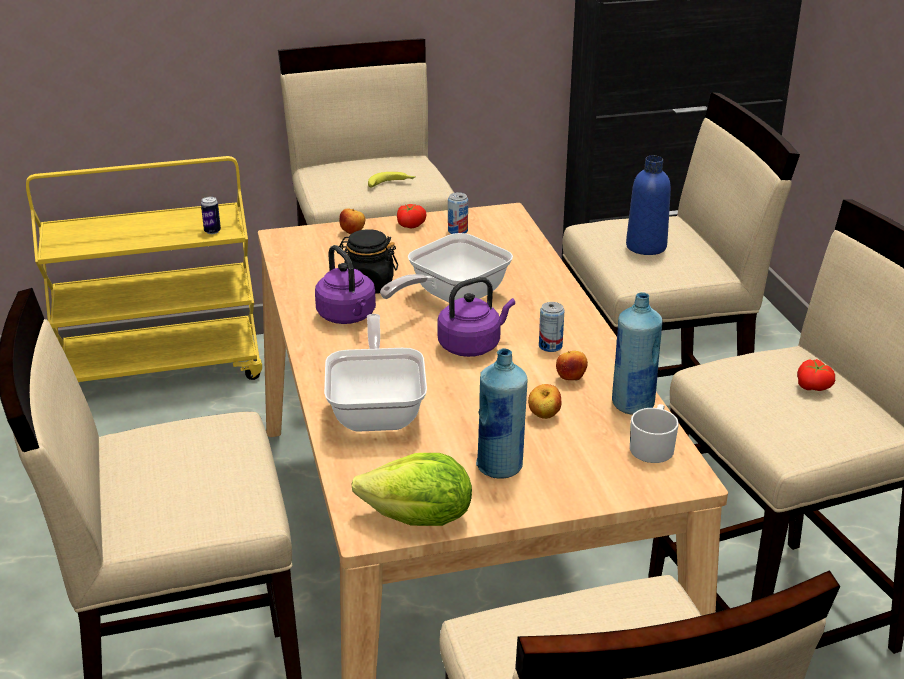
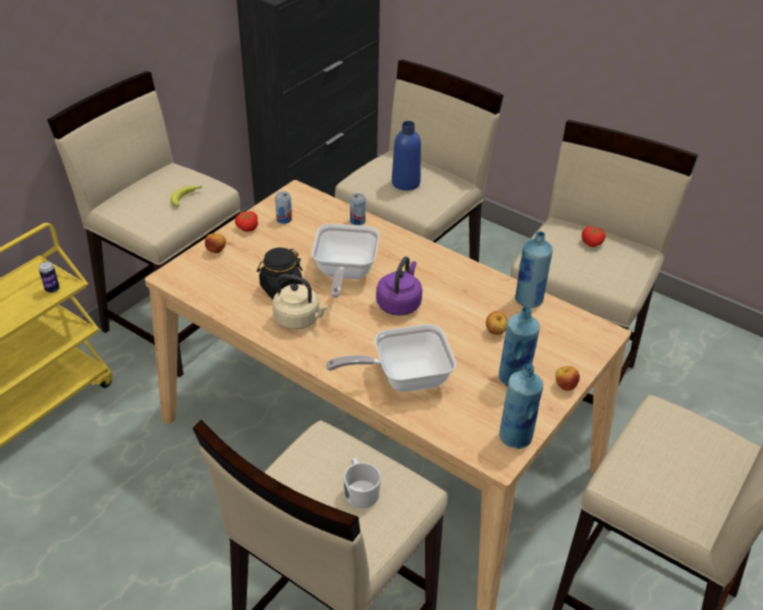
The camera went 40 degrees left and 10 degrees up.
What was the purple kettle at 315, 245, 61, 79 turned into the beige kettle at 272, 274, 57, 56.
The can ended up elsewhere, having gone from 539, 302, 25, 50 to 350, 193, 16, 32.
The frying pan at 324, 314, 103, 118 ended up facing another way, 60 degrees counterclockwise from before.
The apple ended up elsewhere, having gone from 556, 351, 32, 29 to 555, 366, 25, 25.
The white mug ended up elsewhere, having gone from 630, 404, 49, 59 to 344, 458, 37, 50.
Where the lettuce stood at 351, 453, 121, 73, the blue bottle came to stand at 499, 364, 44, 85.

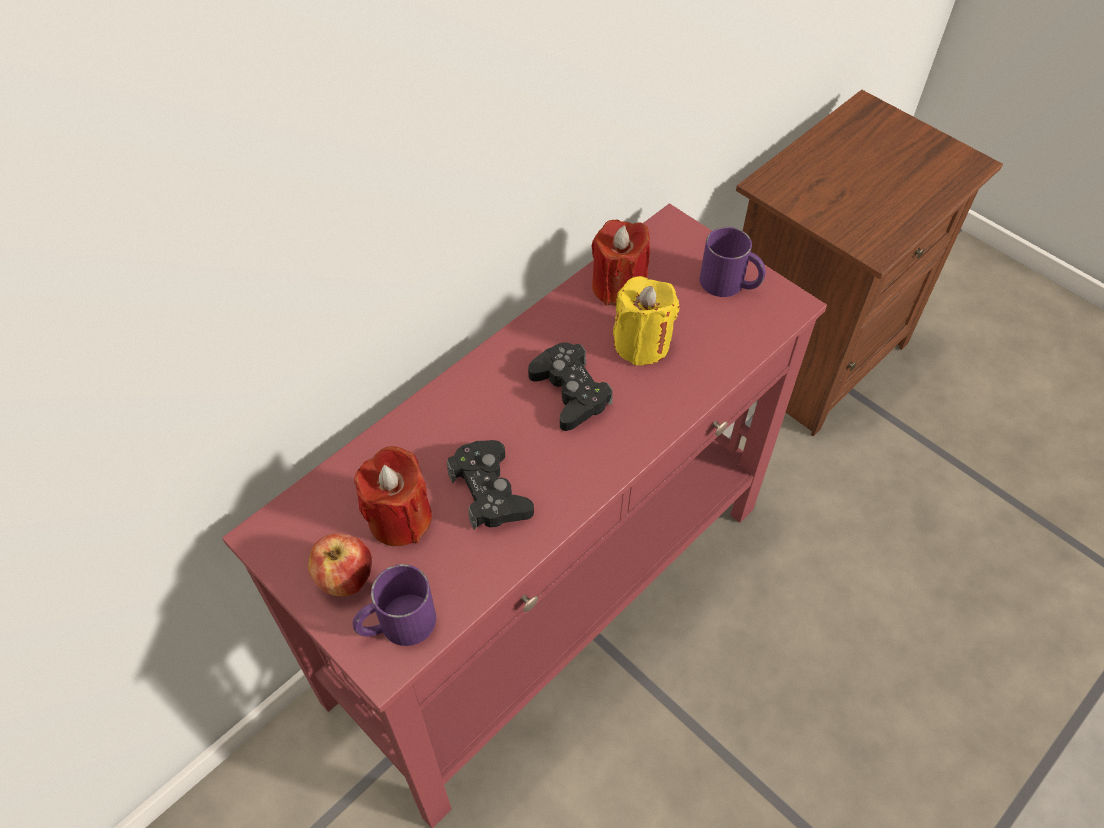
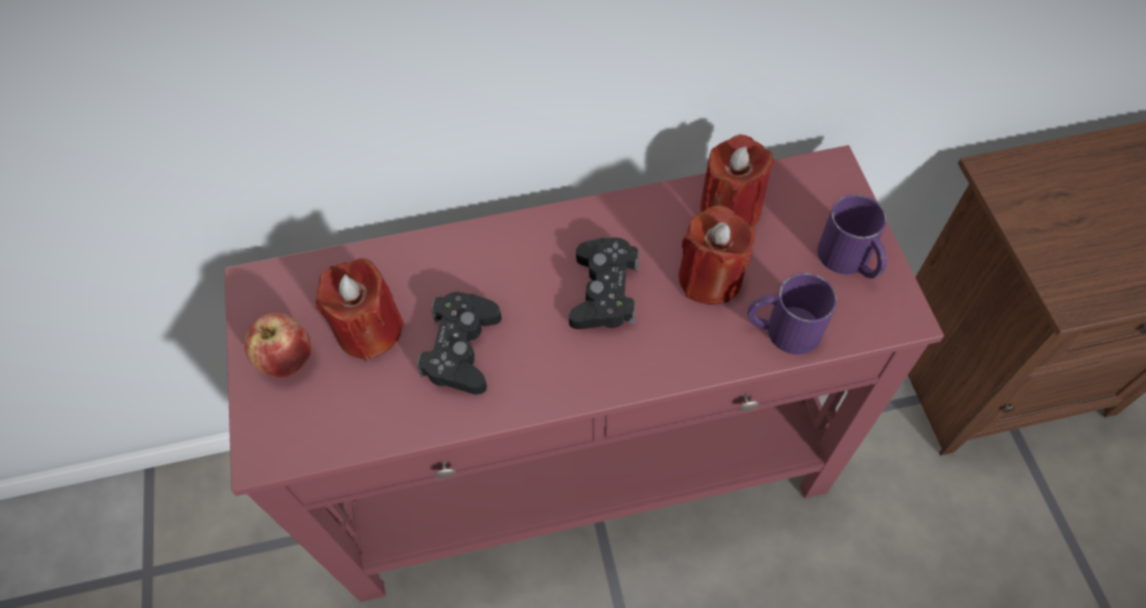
The camera went 35 degrees right and 5 degrees up.
What was the yellow candle at 613, 276, 67, 90 turned into the red candle at 678, 206, 78, 99.
The purple mug ended up elsewhere, having gone from 353, 564, 83, 82 to 747, 273, 90, 82.

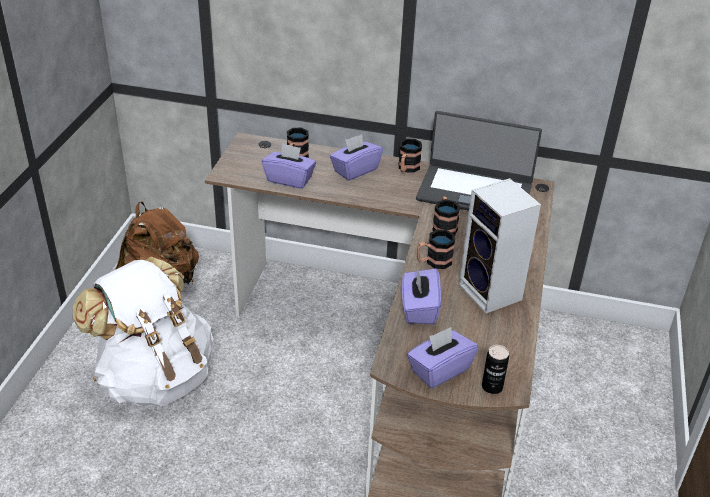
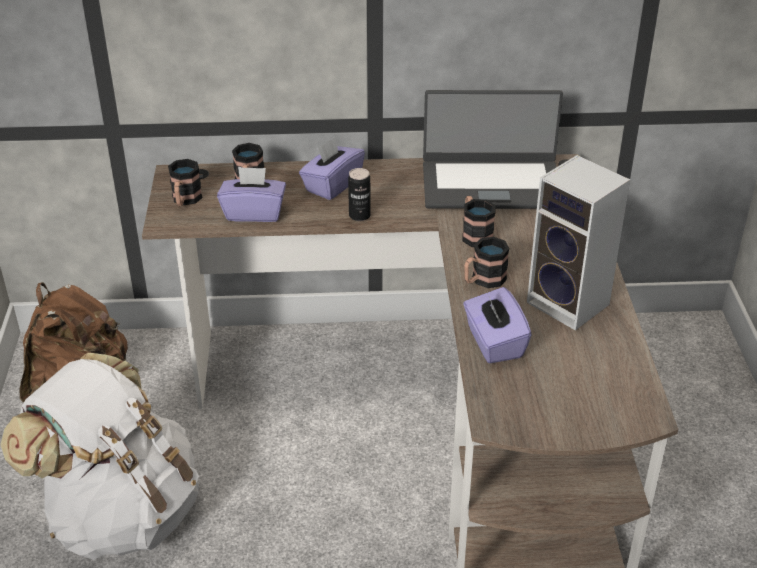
The camera went 15 degrees left and 0 degrees up.
The mug ended up elsewhere, having gone from 398, 139, 24, 34 to 168, 159, 34, 47.
The second view lost the purple tissue box at 407, 327, 71, 61.
The can ended up elsewhere, having gone from 482, 345, 27, 49 to 348, 168, 23, 53.

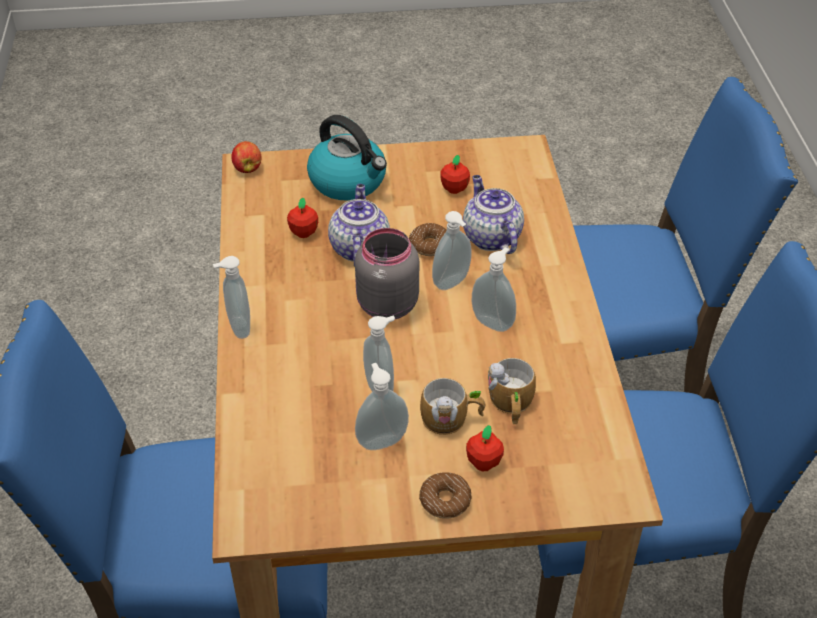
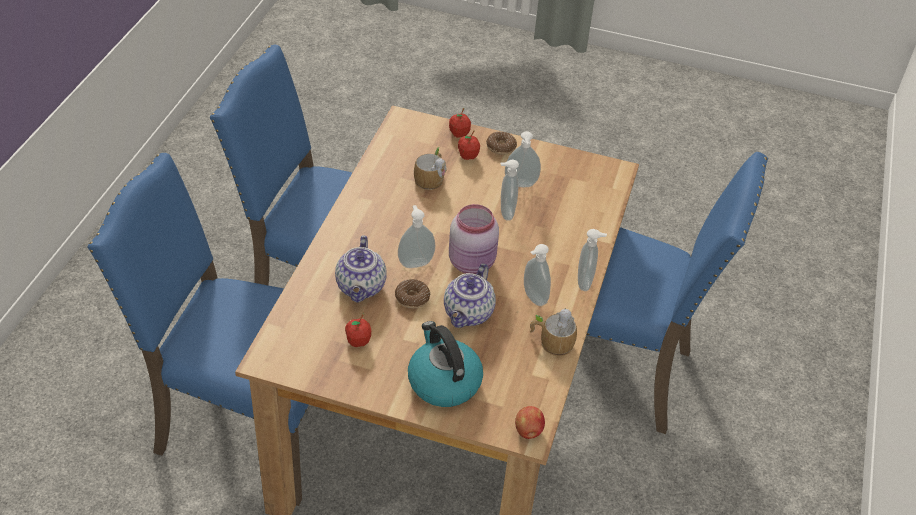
The camera went 160 degrees left and 0 degrees up.
The apple ended up elsewhere, having gone from 287, 198, 31, 40 to 449, 108, 22, 30.
What was the grey jar at 355, 228, 64, 91 turned into the pink jar at 449, 204, 50, 70.
The soap dispenser ended up elsewhere, having gone from 472, 247, 44, 85 to 524, 244, 27, 62.
The mug ended up elsewhere, having gone from 420, 378, 66, 57 to 530, 308, 47, 48.

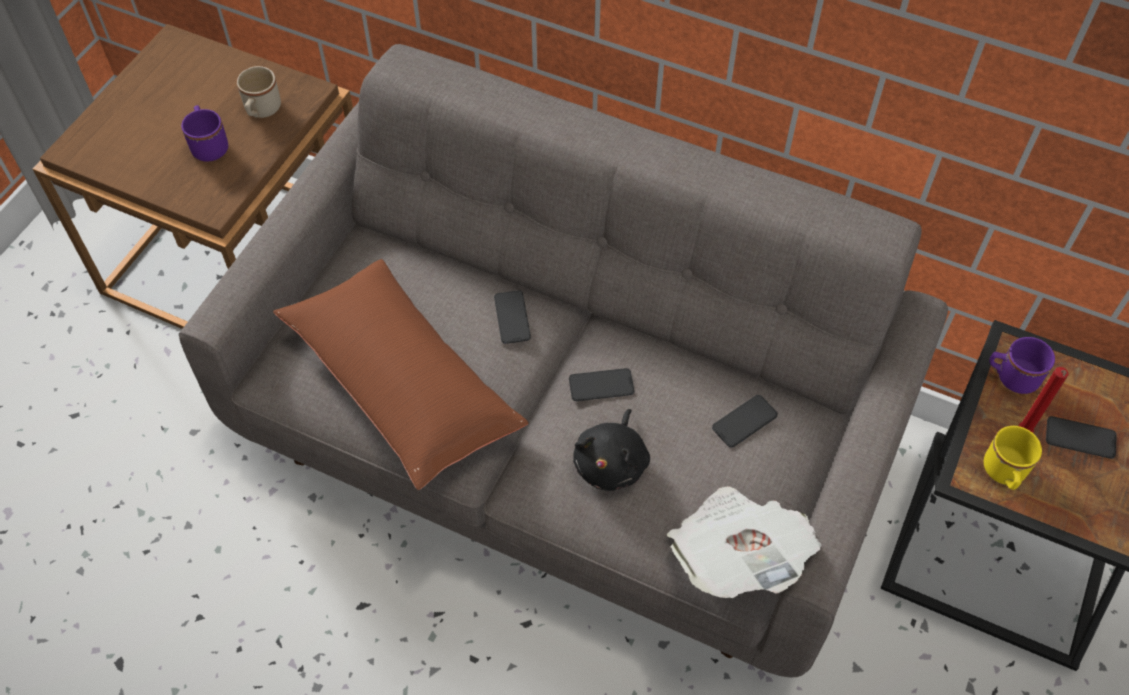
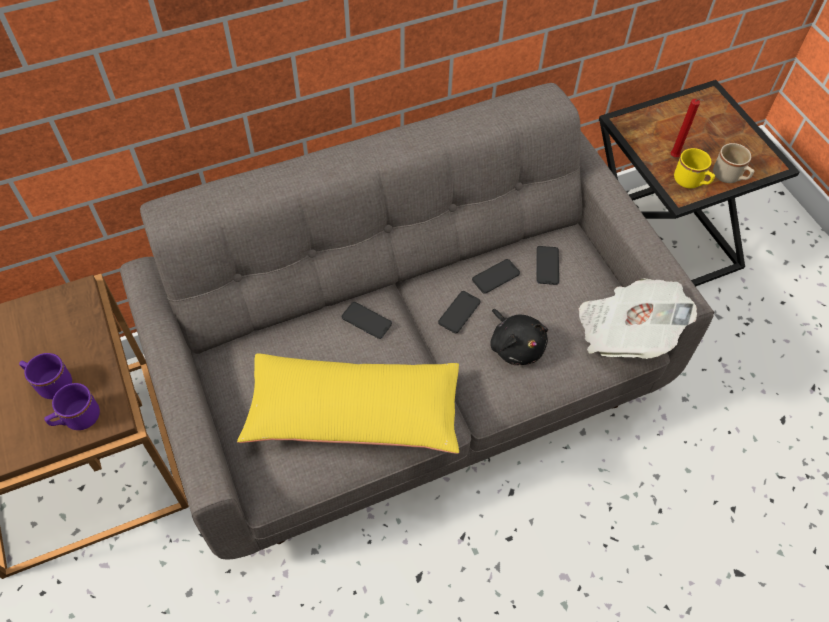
The camera went 50 degrees left and 0 degrees up.
The beige mug ended up elsewhere, having gone from 237, 66, 44, 52 to 713, 143, 41, 40.
What was the brown pillow at 273, 259, 256, 231 turned into the yellow pillow at 237, 353, 222, 101.
The purple mug ended up elsewhere, having gone from 989, 337, 66, 57 to 44, 383, 56, 47.
The phone ended up elsewhere, having gone from 1046, 416, 71, 43 to 472, 259, 48, 35.

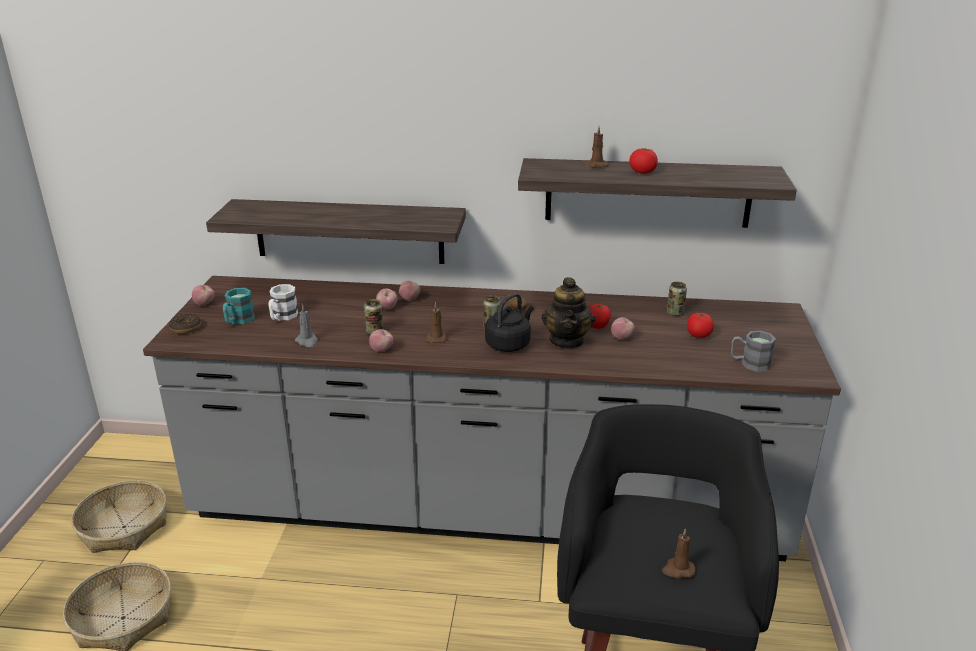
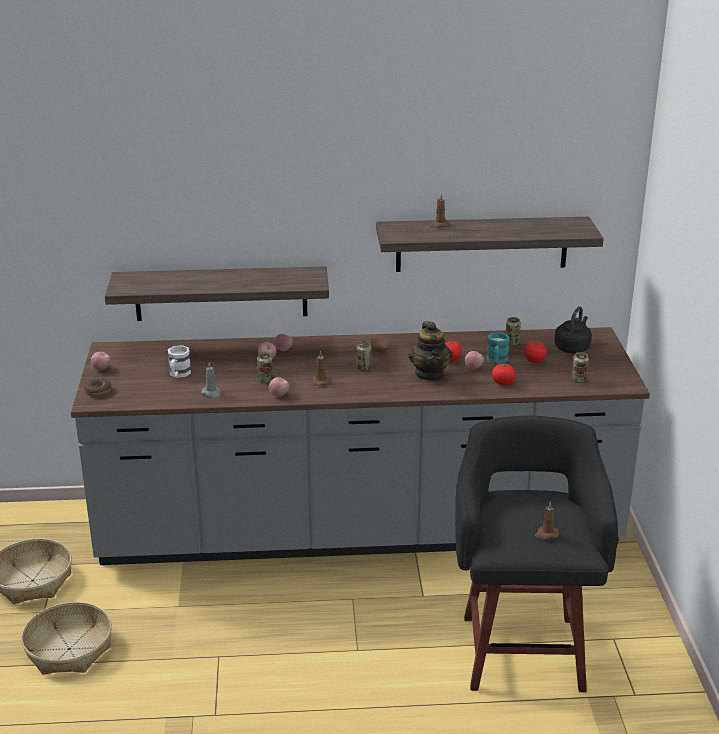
The camera went 10 degrees left and 0 degrees up.
The tomato ended up elsewhere, having gone from 629, 148, 29, 26 to 492, 364, 24, 21.
The turquoise mug ended up elsewhere, having gone from 223, 288, 32, 36 to 486, 332, 24, 32.
The black kettle ended up elsewhere, having gone from 485, 293, 49, 59 to 554, 306, 38, 47.
Where the grey mug stood at 731, 331, 45, 41, the can came to stand at 571, 352, 18, 31.

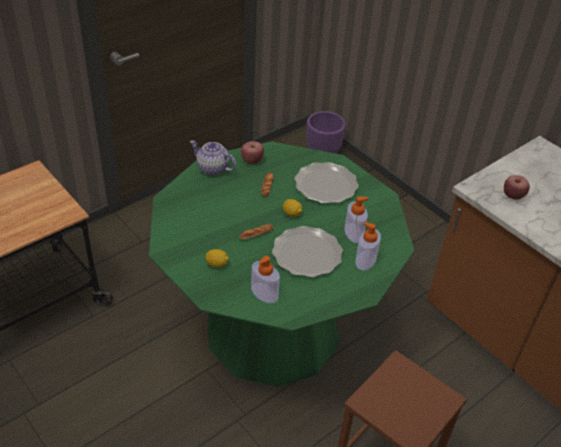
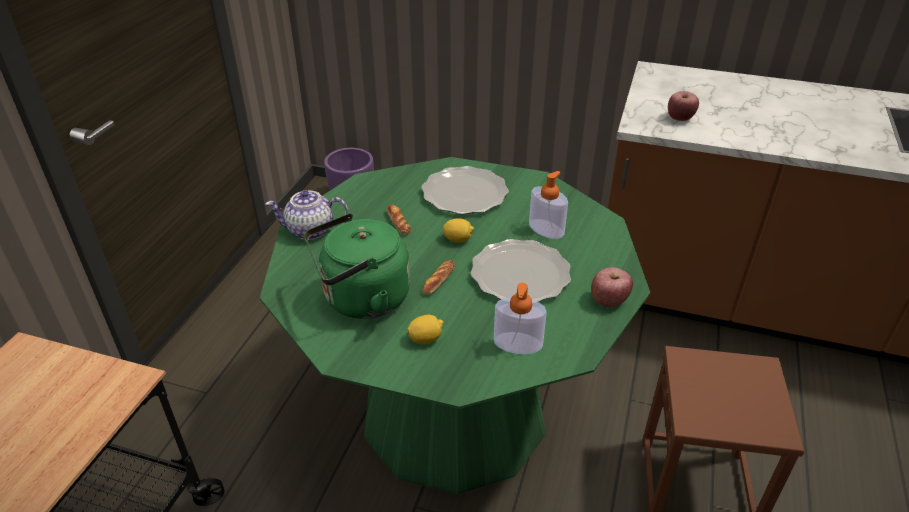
The camera went 30 degrees left and 5 degrees down.
The apple ended up elsewhere, having gone from 241, 141, 23, 23 to 591, 267, 42, 40.
The second view lost the soap dispenser at 355, 222, 26, 49.
The second view gained the green kettle at 304, 213, 106, 106.

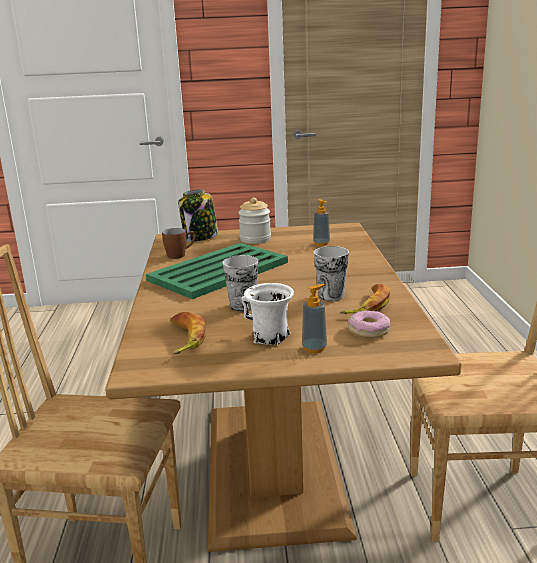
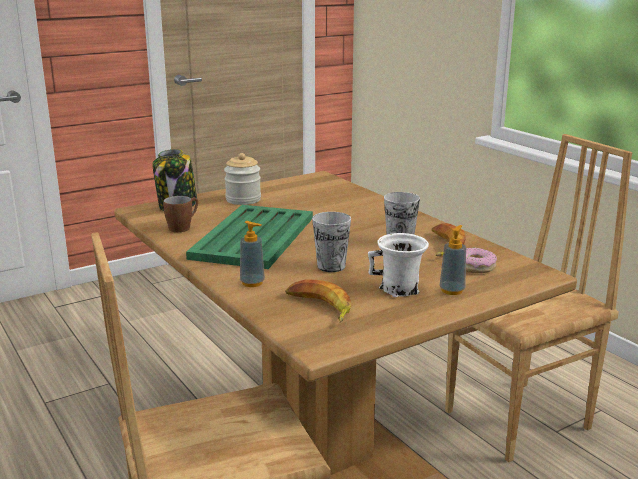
The camera went 30 degrees left and 0 degrees up.
The soap dispenser ended up elsewhere, having gone from 313, 199, 17, 47 to 240, 221, 25, 66.

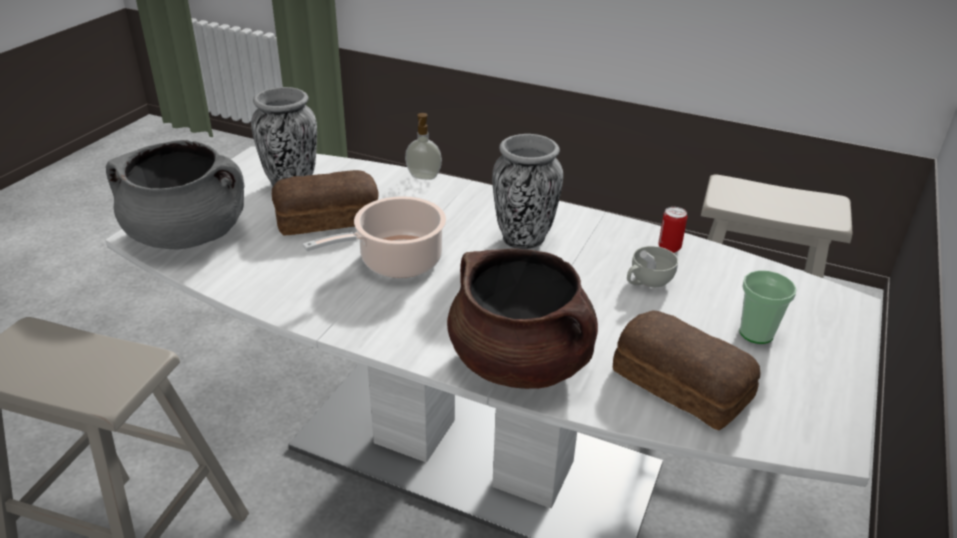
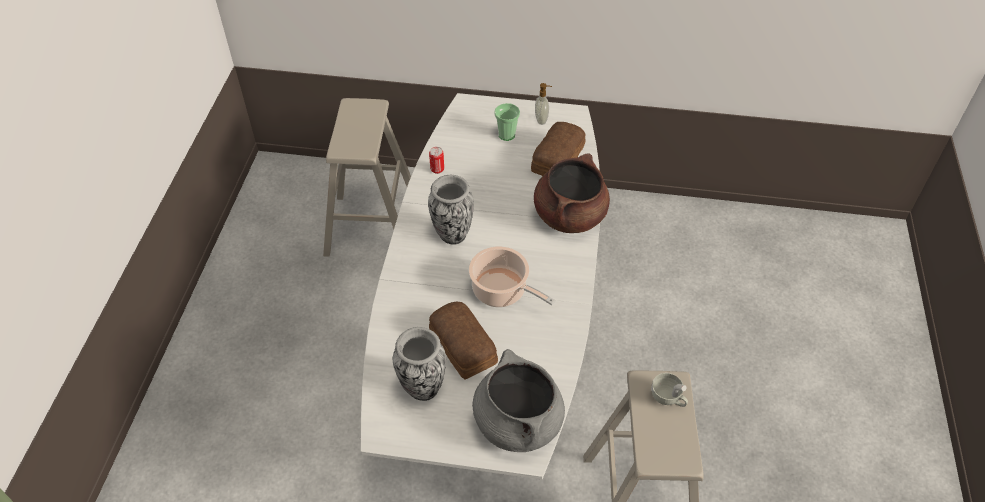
The camera went 105 degrees left and 15 degrees up.
The soap dispenser ended up elsewhere, having gone from 405, 113, 37, 67 to 535, 83, 17, 42.
The white cup ended up elsewhere, having gone from 627, 246, 51, 41 to 651, 373, 37, 34.

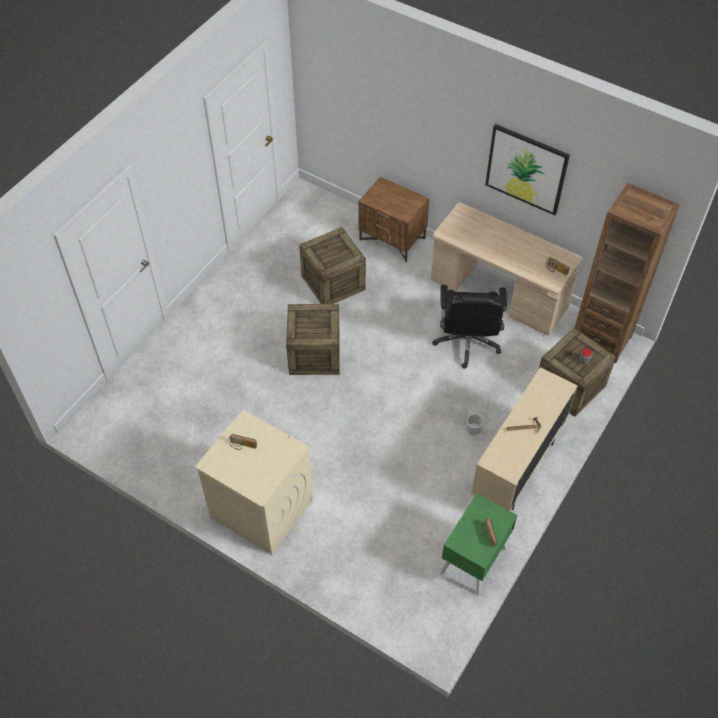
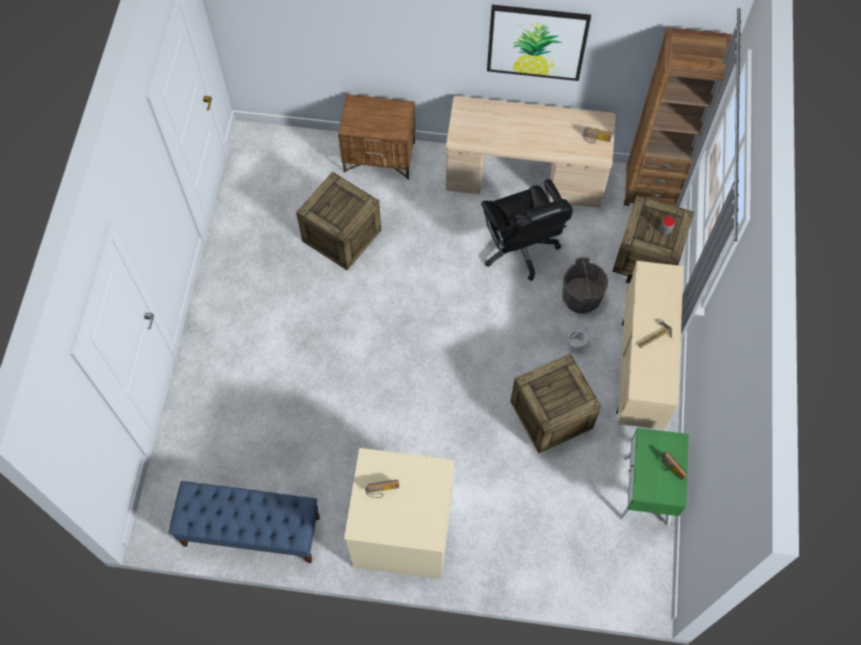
The camera went 25 degrees left and 10 degrees up.
The crate ended up elsewhere, having gone from 286, 304, 54, 71 to 510, 353, 91, 100.
The second view gained the grey bucket at 562, 257, 46, 57.
The second view gained the blue bench at 169, 481, 151, 82.

